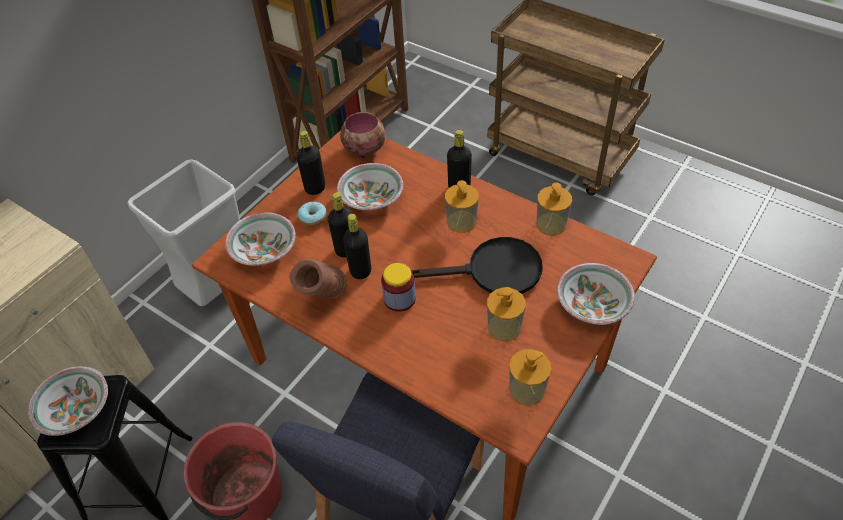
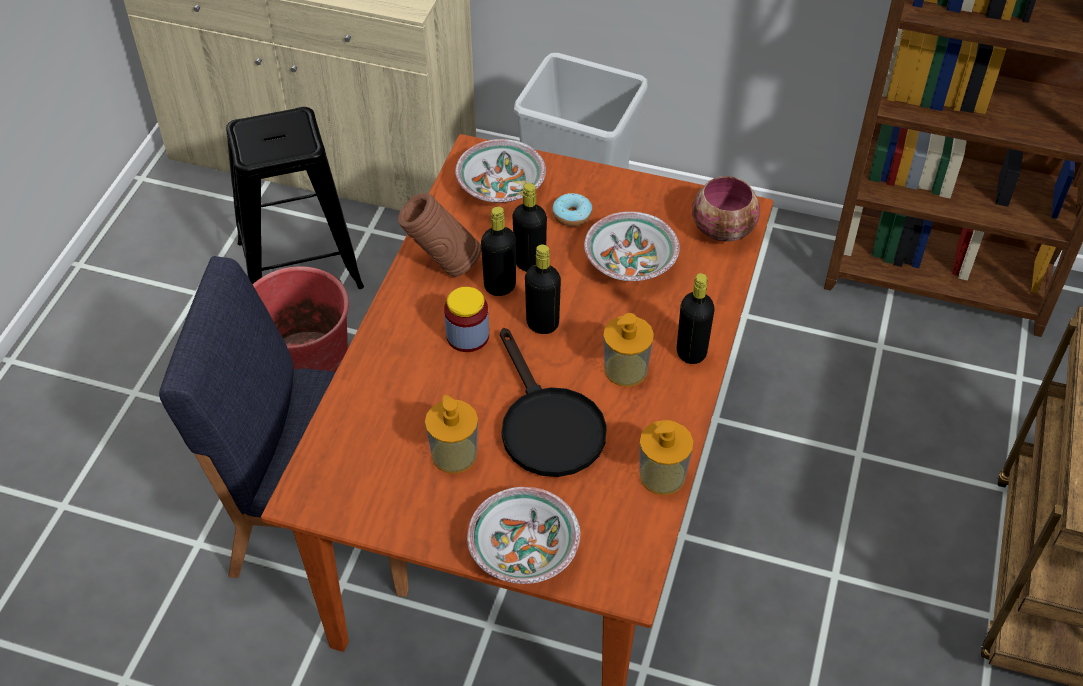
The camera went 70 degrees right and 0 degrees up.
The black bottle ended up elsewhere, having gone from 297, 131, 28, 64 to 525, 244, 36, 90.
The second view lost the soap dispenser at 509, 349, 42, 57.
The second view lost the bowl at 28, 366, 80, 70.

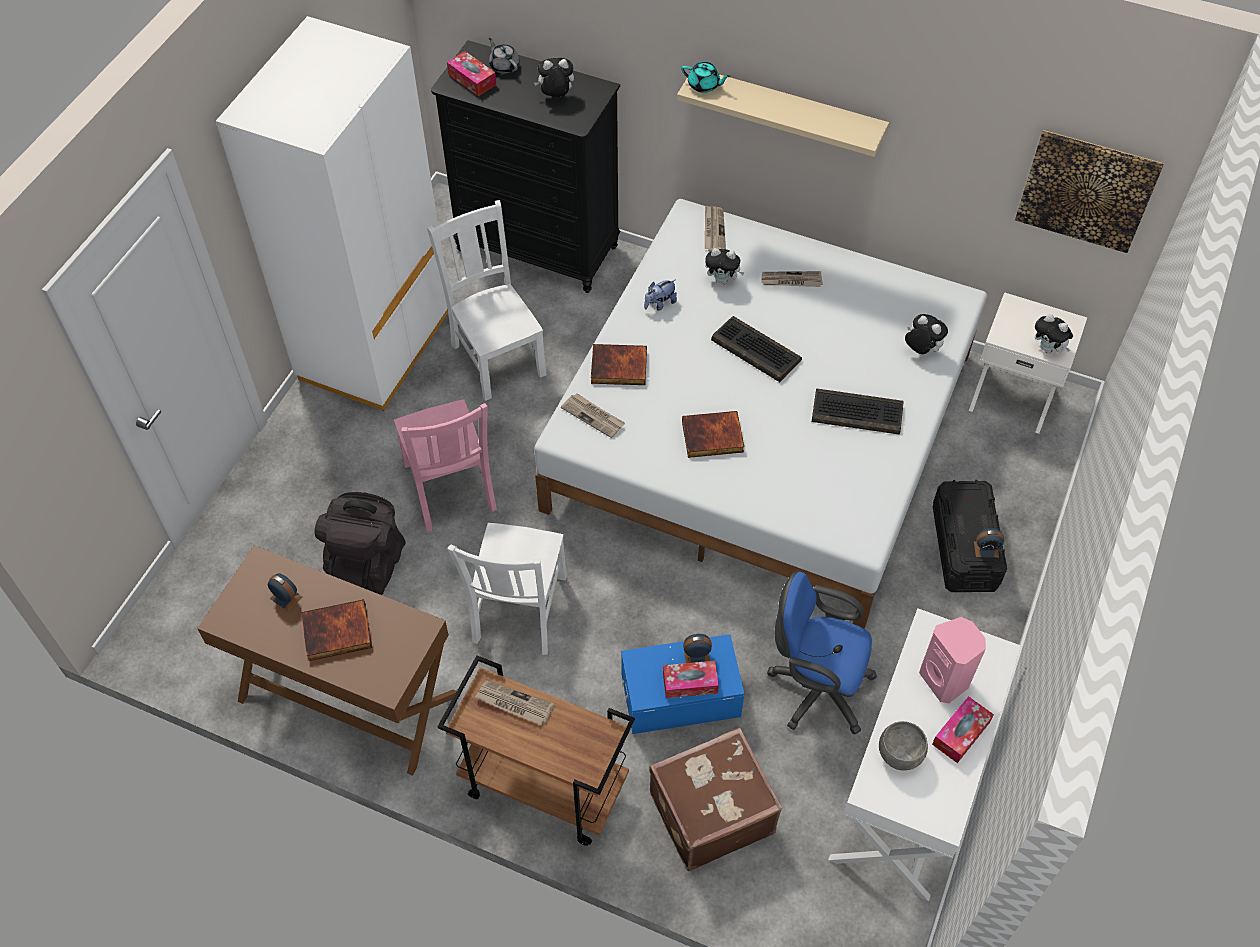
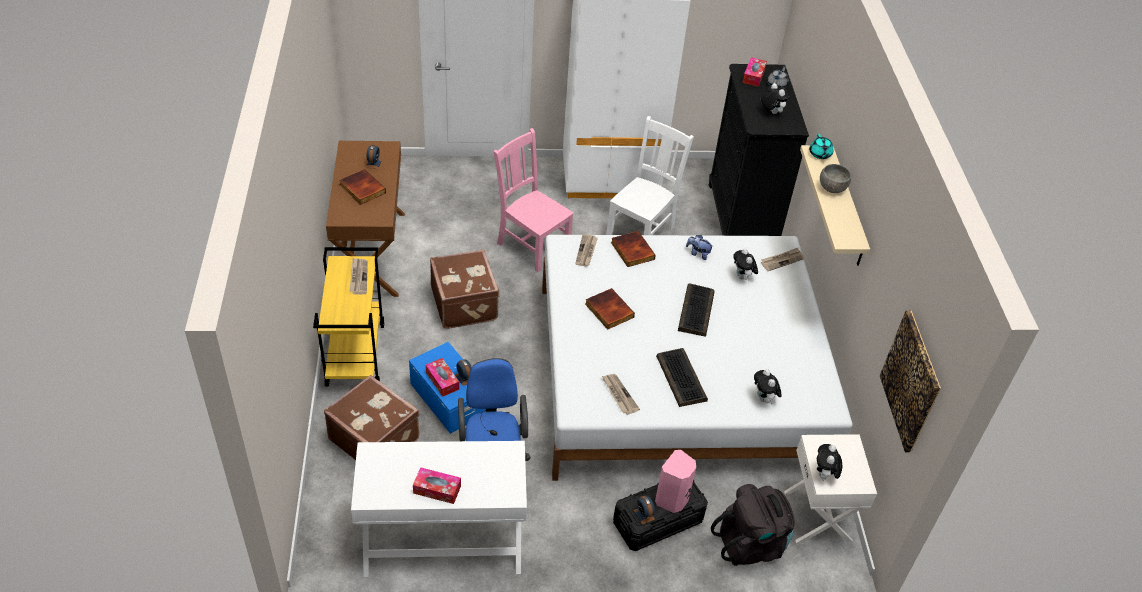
The camera went 60 degrees right and 10 degrees down.
The newspaper ended up elsewhere, having gone from 762, 271, 61, 16 to 602, 374, 38, 41.
The plush toy at 905, 314, 43, 40 ended up facing another way, 150 degrees clockwise from before.
The pink chair at 394, 399, 103, 132 ended up facing another way, 90 degrees clockwise from before.
The black backpack ended up elsewhere, having gone from 315, 492, 91, 103 to 711, 484, 84, 82.
Where the white chair stood at 447, 523, 120, 132, the brown suitcase came to stand at 430, 250, 70, 79.
The pink speaker ended up elsewhere, having gone from 919, 617, 67, 86 to 655, 450, 41, 63.
What was the brown cart at 437, 655, 198, 191 turned into the yellow cart at 313, 247, 71, 140.
The grey bowl ended up elsewhere, having gone from 879, 721, 49, 50 to 820, 164, 31, 29.

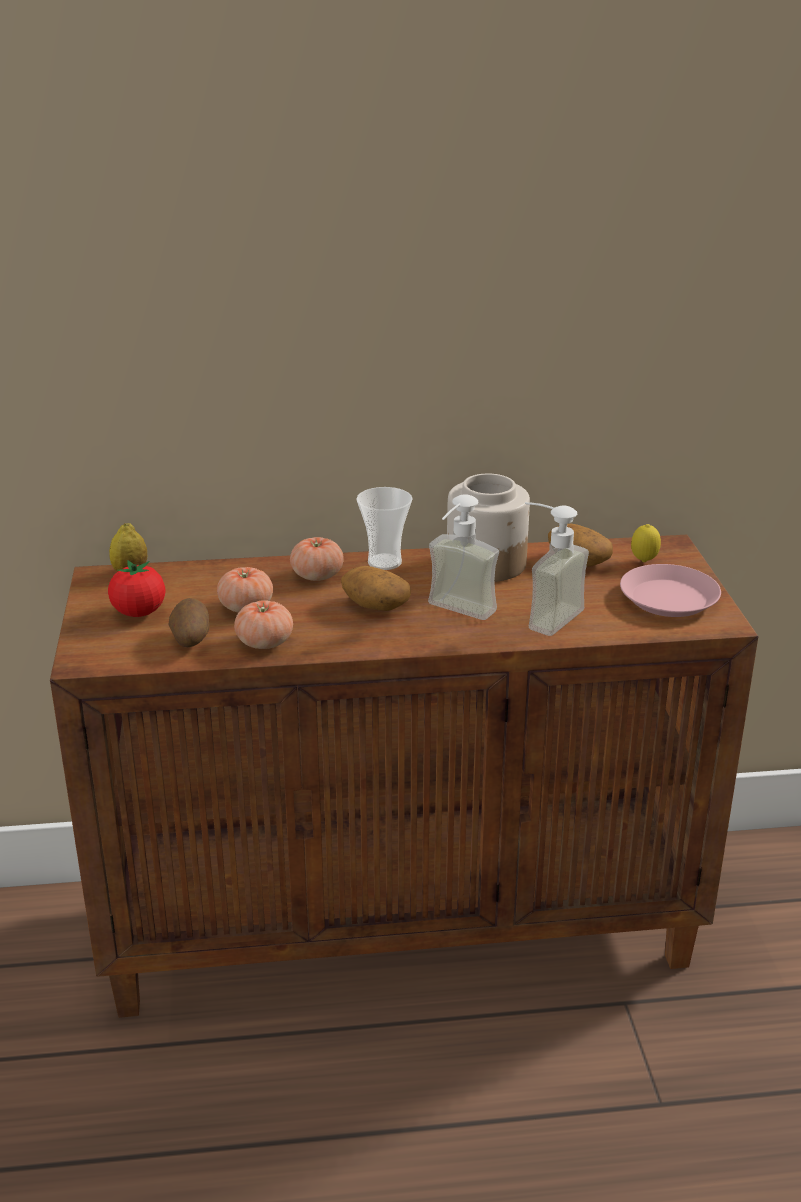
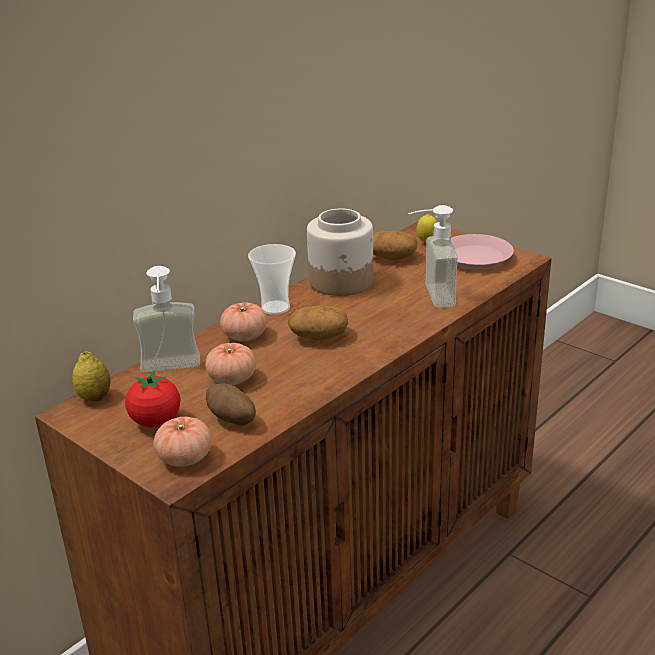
The camera went 40 degrees left and 0 degrees up.
The soap dispenser ended up elsewhere, having gone from 428, 495, 71, 125 to 133, 266, 67, 106.
The tomato ended up elsewhere, having gone from 234, 601, 59, 48 to 153, 417, 59, 50.

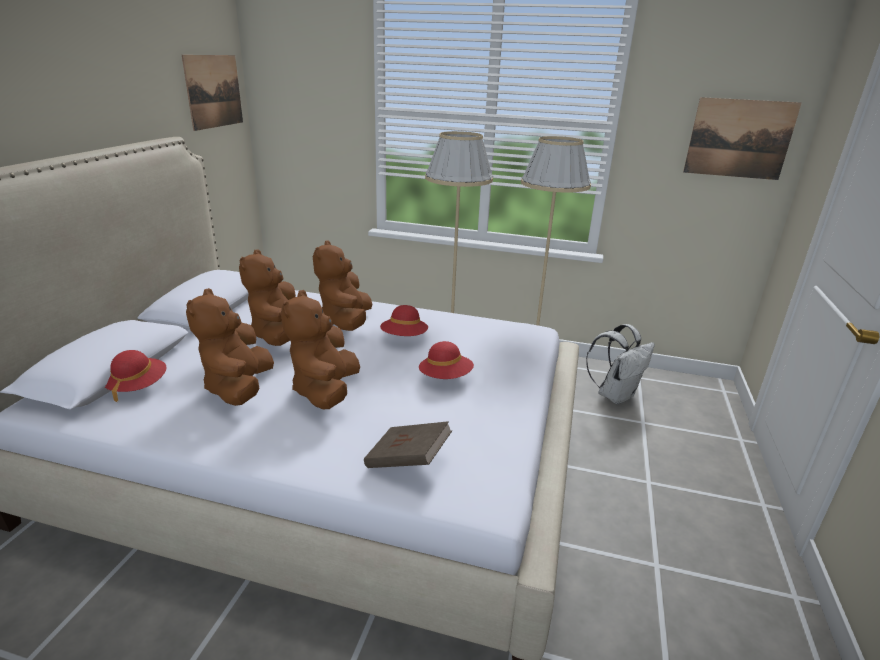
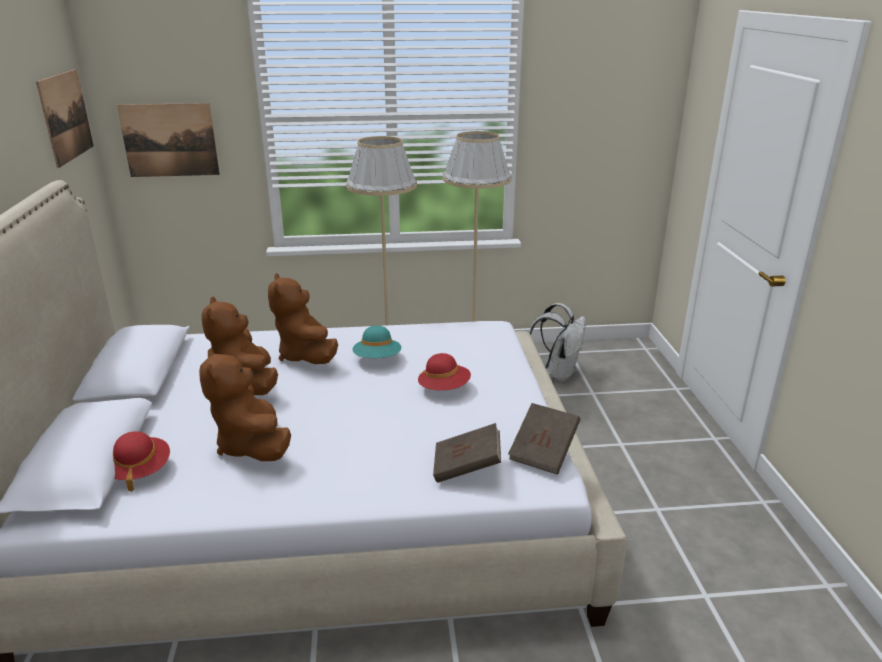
The camera went 20 degrees left and 0 degrees up.
The picture ended up elsewhere, having gone from 683, 97, 119, 83 to 117, 103, 103, 74.
The second view lost the brown plush toy at 281, 290, 79, 120.
What was the red hat at 380, 305, 48, 31 turned into the turquoise hat at 352, 326, 49, 32.
The second view gained the brown book at 508, 403, 72, 71.

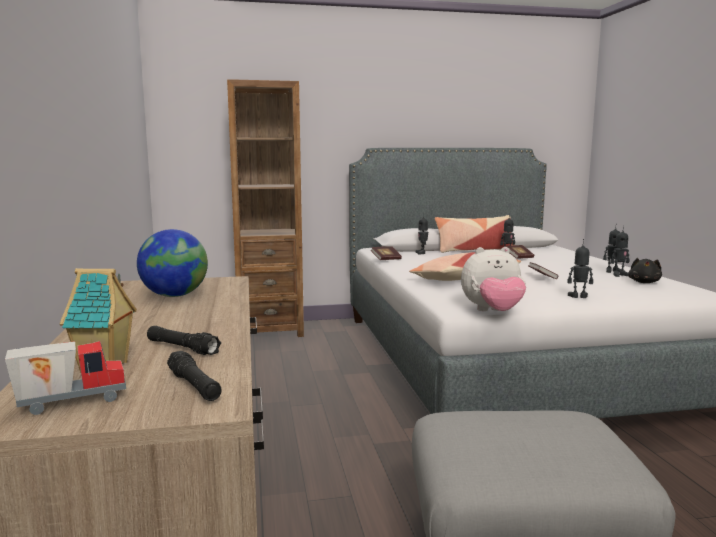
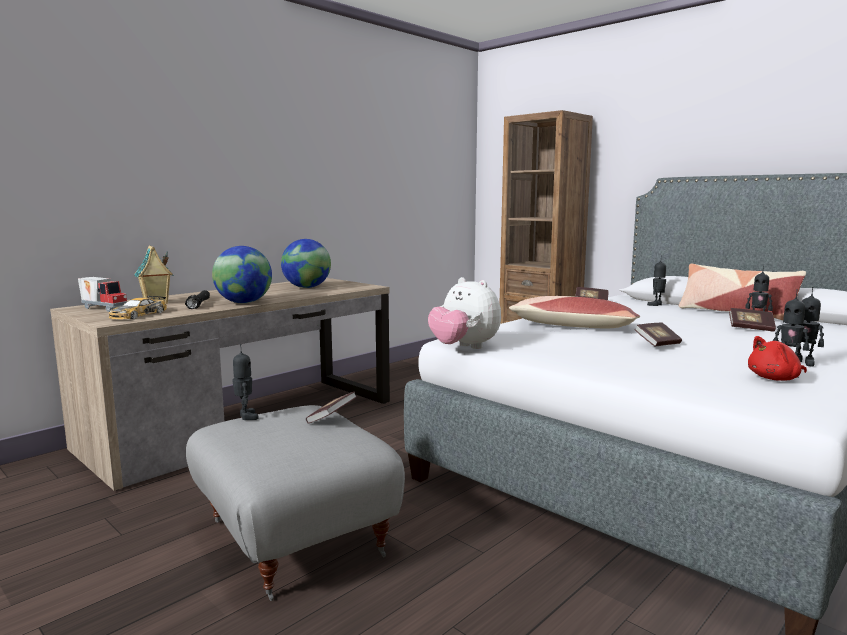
The camera went 55 degrees right and 0 degrees up.
The toy robot ended up elsewhere, having gone from 567, 239, 26, 59 to 232, 344, 27, 76.
What was the black plush toy at 628, 258, 34, 25 turned into the red plush toy at 748, 336, 59, 45.
Where the black flashlight stood at 167, 351, 55, 50, the toy car came to stand at 109, 296, 58, 23.
The second view gained the globe at 212, 246, 60, 57.
The second view gained the book at 306, 391, 51, 33.

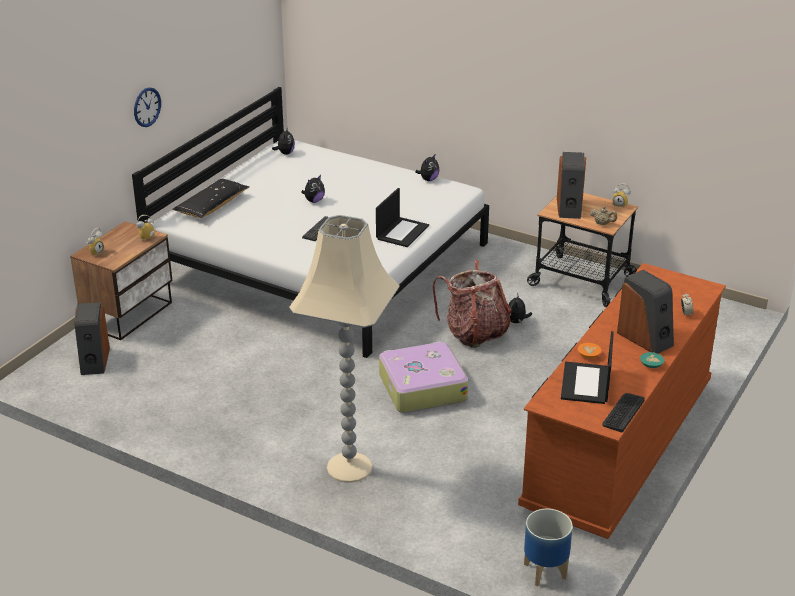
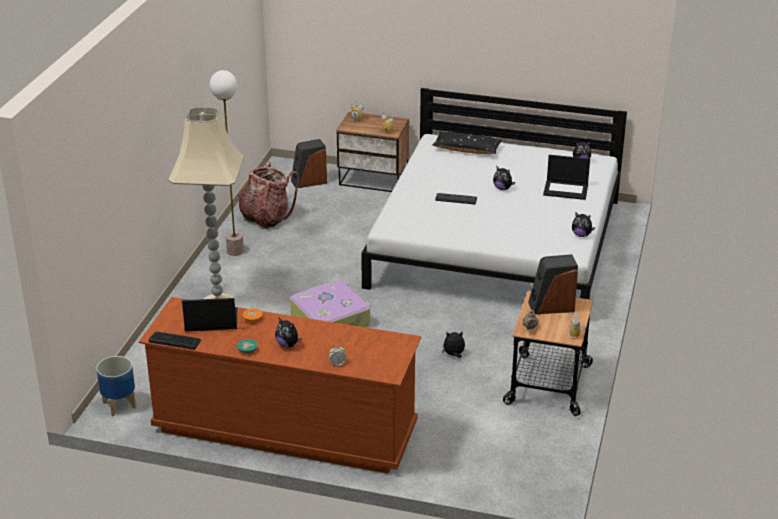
The camera went 75 degrees right and 0 degrees up.
The second view lost the wall clock at 134, 87, 27, 40.
The laptop ended up elsewhere, having gone from 376, 188, 53, 59 to 543, 155, 47, 45.
The backpack ended up elsewhere, having gone from 433, 260, 78, 88 to 238, 162, 61, 67.
Where the speaker stood at 617, 270, 57, 84, the plush toy came to stand at 275, 317, 27, 30.
The second view gained the floor lamp at 210, 70, 34, 186.

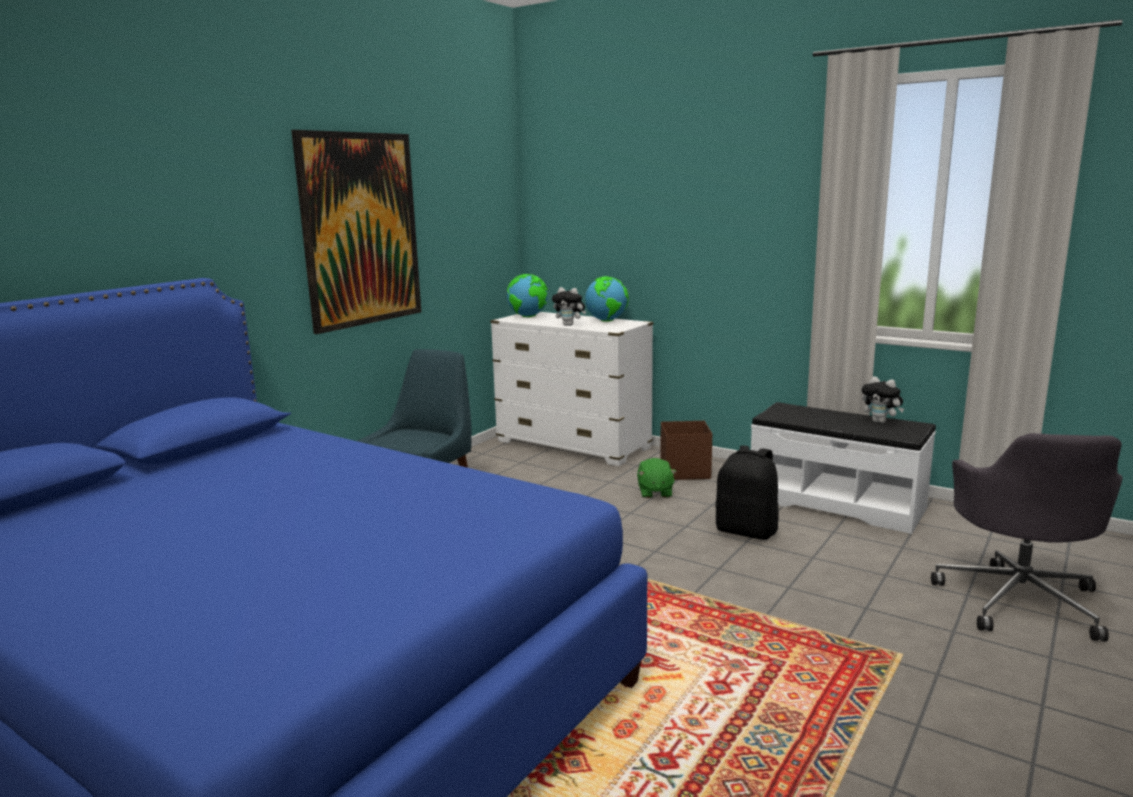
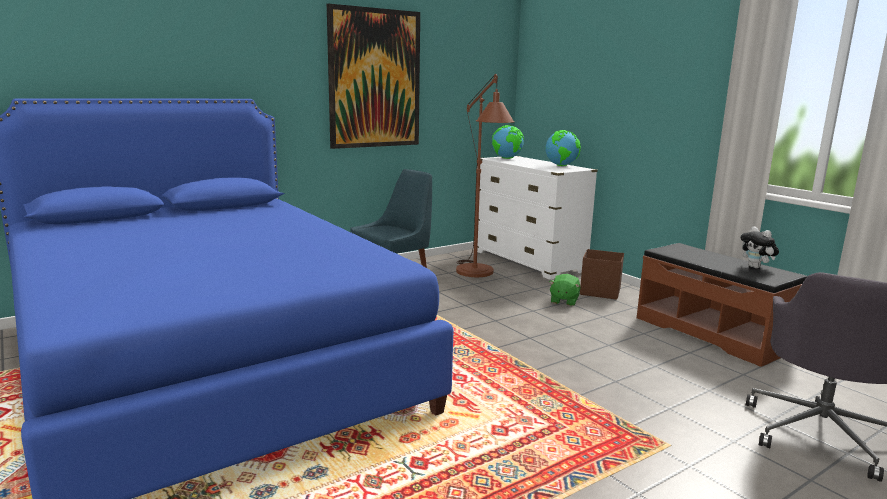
The camera went 20 degrees right and 0 degrees up.
The second view lost the plush toy at 552, 287, 34, 39.
What was the white bench at 751, 402, 185, 132 turned into the brown bench at 637, 243, 170, 124.
The second view lost the black backpack at 715, 445, 64, 95.
The second view gained the brown floor lamp at 456, 74, 59, 203.

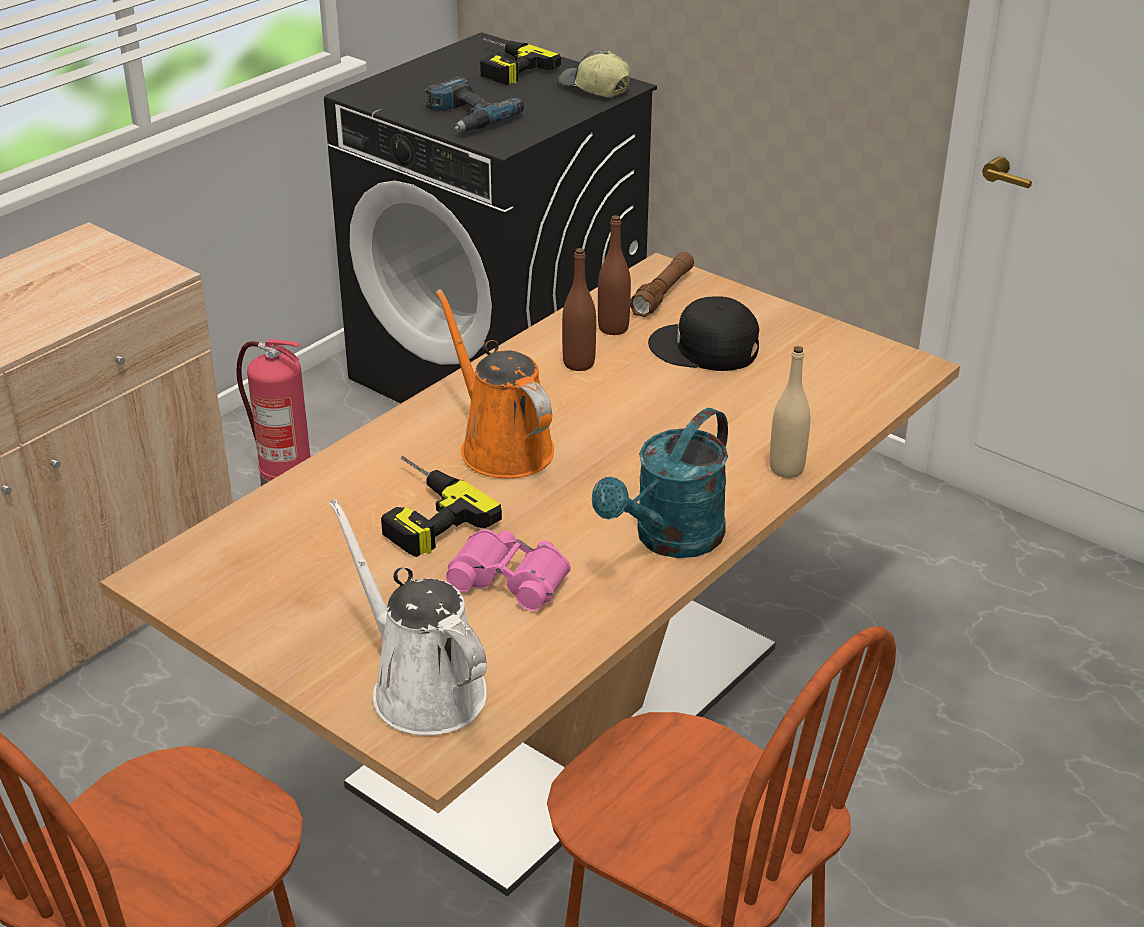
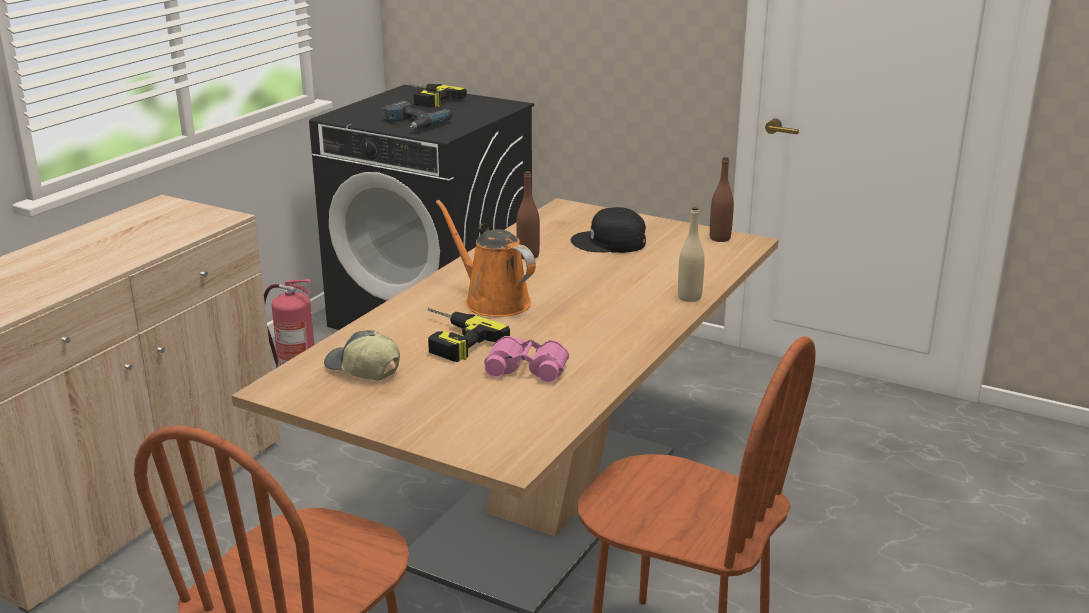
The camera went 10 degrees left and 10 degrees down.
The cap ended up elsewhere, having gone from 558, 50, 73, 47 to 324, 330, 76, 50.
The brown bottle ended up elsewhere, having gone from 598, 215, 33, 120 to 710, 157, 24, 85.
The second view lost the brown flashlight at 630, 252, 64, 65.
The second view lost the turquoise watering can at 592, 408, 136, 150.
The second view lost the white watering can at 329, 499, 158, 237.

